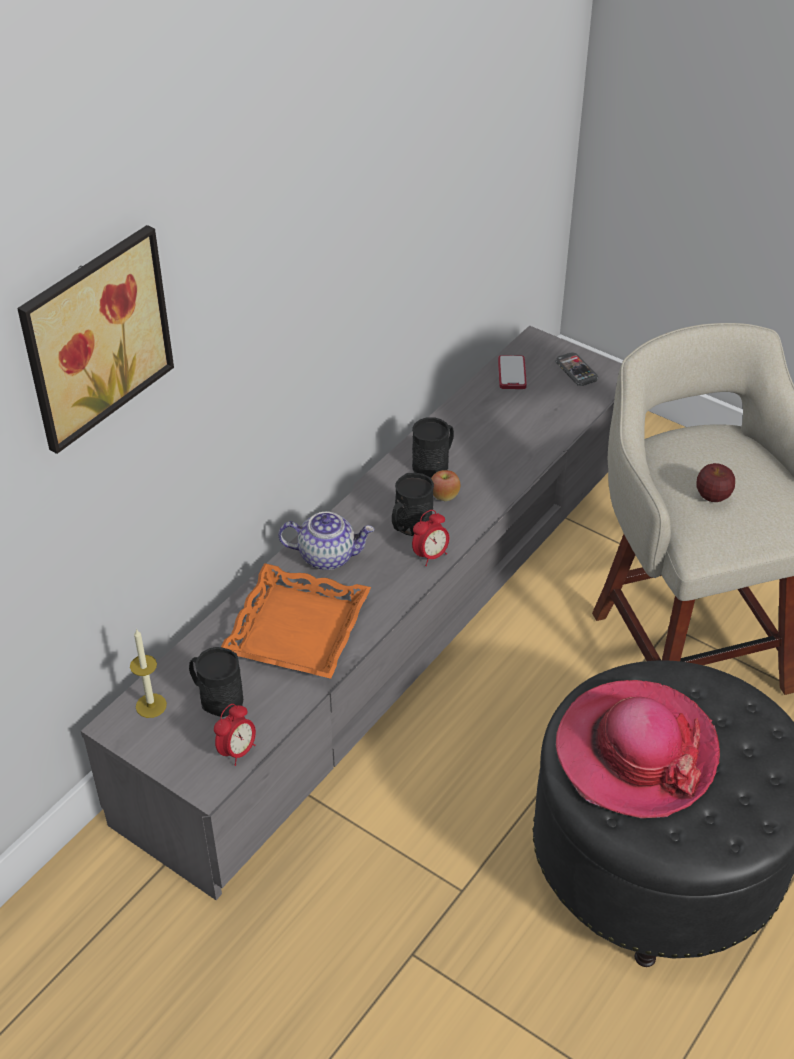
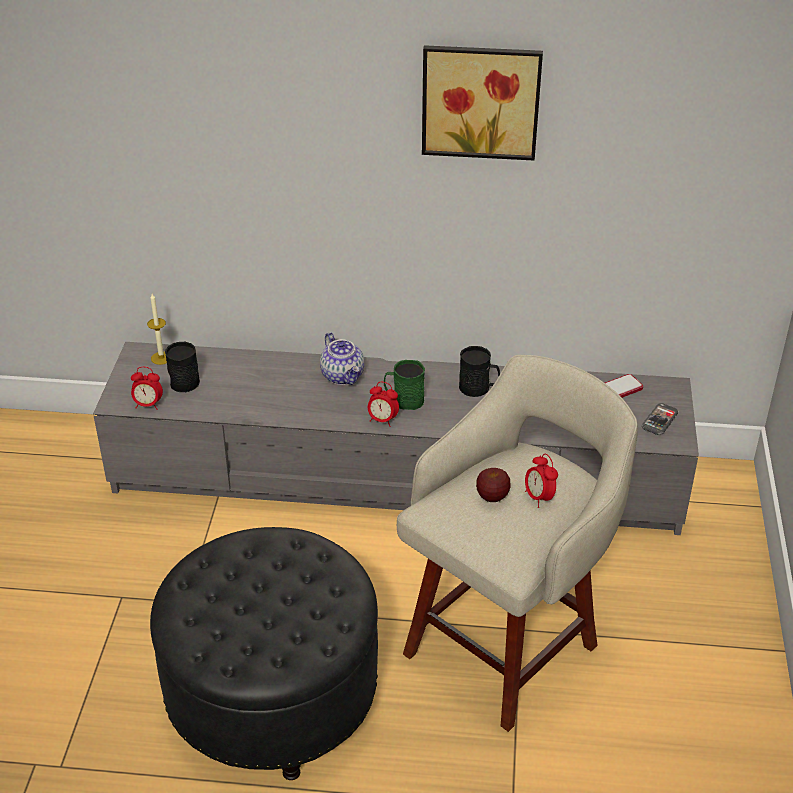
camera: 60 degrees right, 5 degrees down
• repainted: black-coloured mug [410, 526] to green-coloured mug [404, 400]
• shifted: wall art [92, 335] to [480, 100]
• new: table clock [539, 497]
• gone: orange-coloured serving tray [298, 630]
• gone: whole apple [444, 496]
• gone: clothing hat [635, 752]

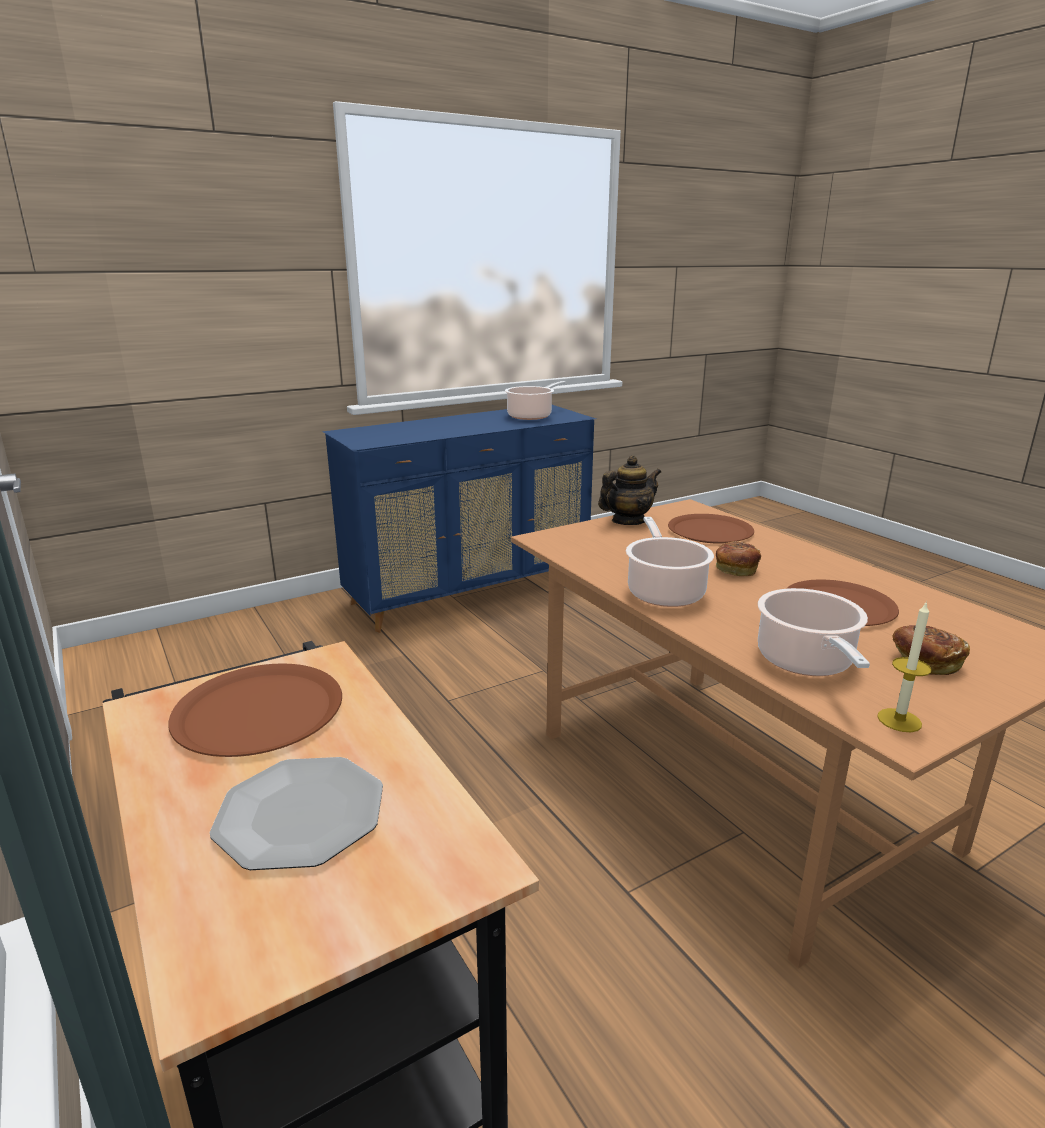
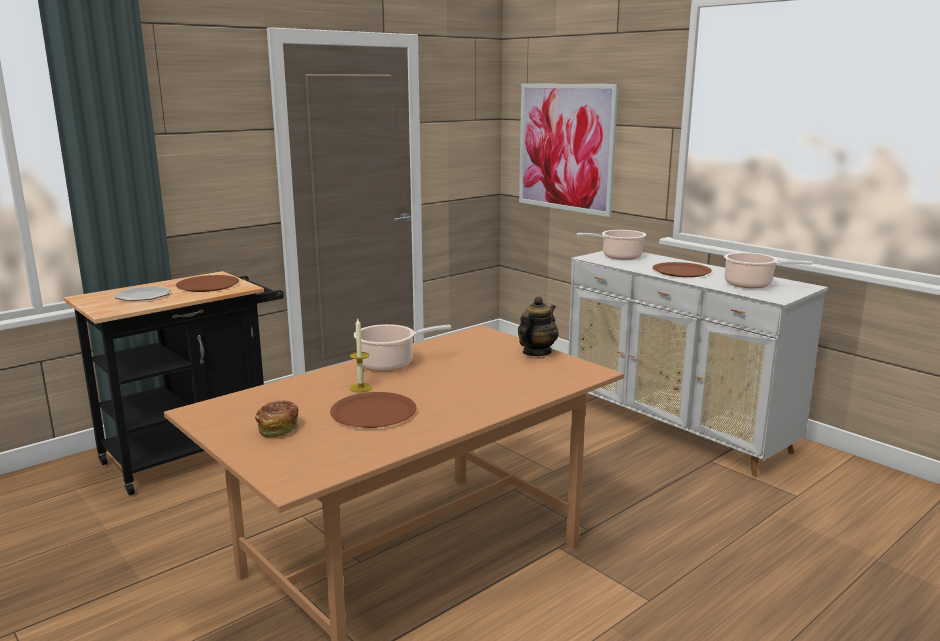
camera: 80 degrees right, 5 degrees down
• shifted: wax candle [899, 720] to [360, 388]
• rotated: teapot [628, 521] = [536, 352] 105 degrees counterclockwise
• new: wall art [565, 147]
• repainted: blue cabinet [469, 591] to white-coloured cabinet [675, 427]
• shifted: stockpot [806, 662] to [619, 256]
• shifted: brown-coloured dinner plate [710, 530] to [681, 271]
• gone: bread [735, 570]

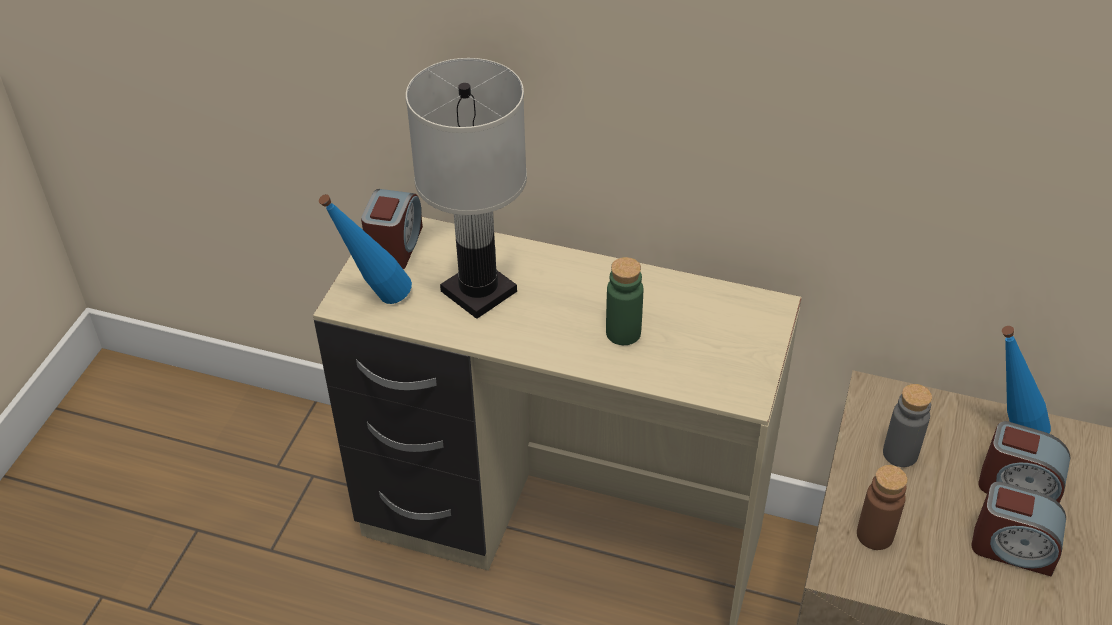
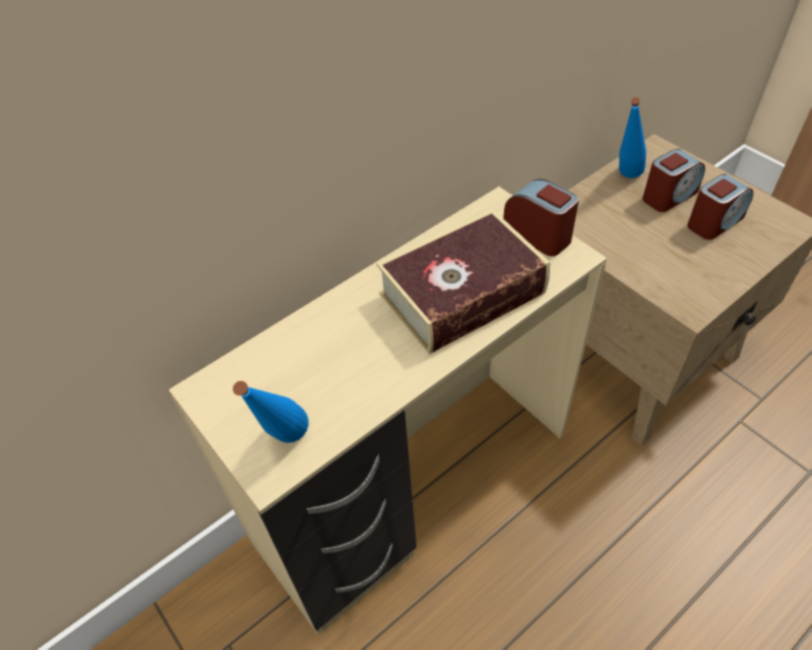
camera: 55 degrees left, 5 degrees up
• swapped: green-coloured drink bottle [623, 333] to bound book [462, 294]
• shifted: table clock [395, 247] to [538, 234]
• gone: white-coloured tabletop lamp [479, 290]
• gone: brown-coloured drink bottle [875, 535]
• gone: grey drink bottle [900, 453]

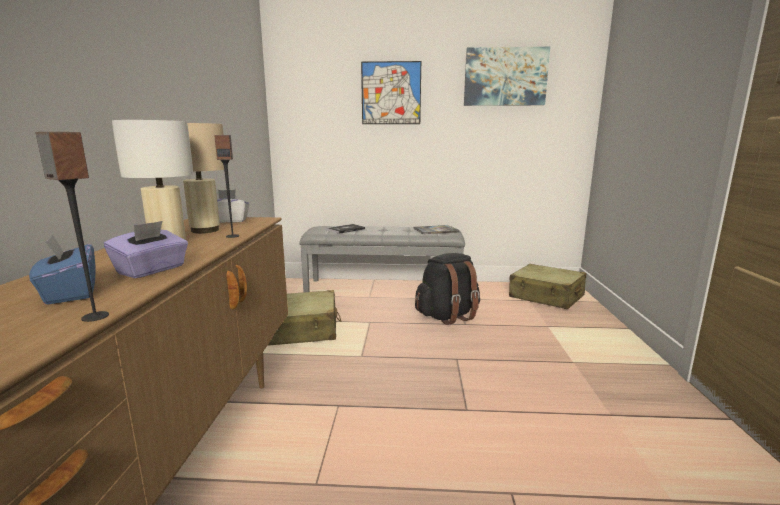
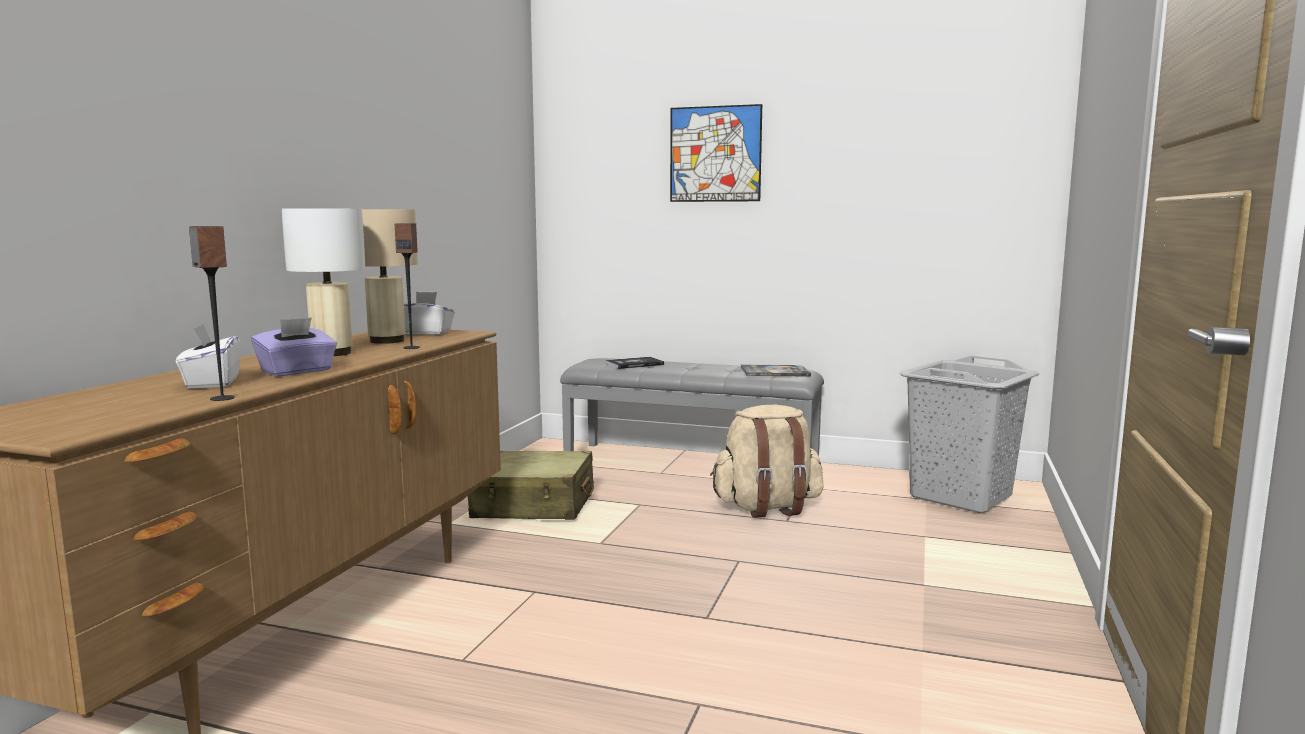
camera: 15 degrees right, 5 degrees down
• repainted: blue tissue box [70, 293] to white-coloured tissue box [212, 383]
• repainted: black-coloured knapsack [448, 316] to beige-coloured knapsack [767, 508]
• swapped: beige-coloured travel case [546, 297] to grey laundry basket [961, 497]
• gone: wall art [505, 77]

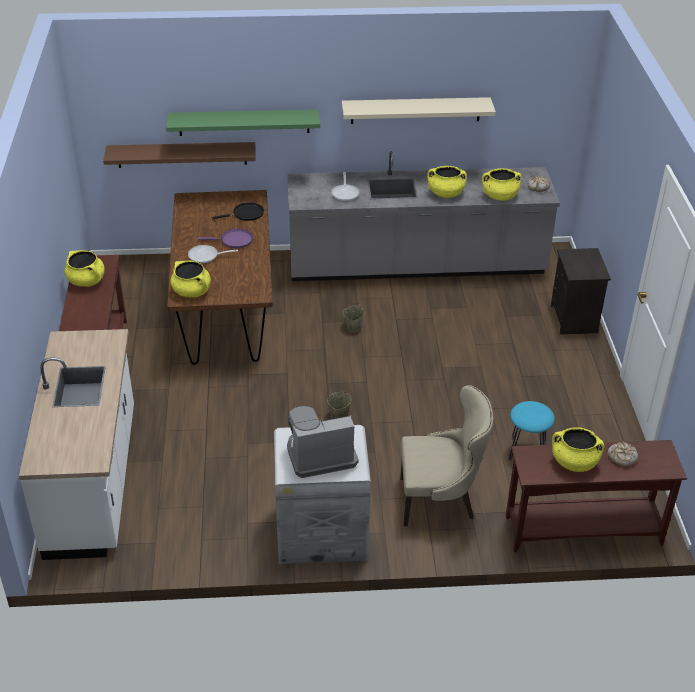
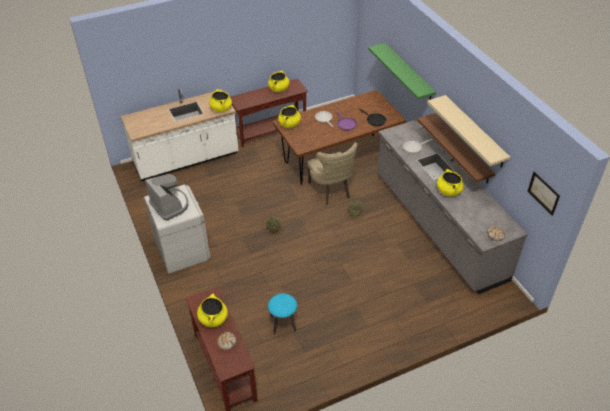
camera: 70 degrees right, 5 degrees up
• shifted: yellow stockpot [499, 196] to [221, 108]
• shifted: beige-coloured upright chair [440, 501] to [331, 190]
• shifted: brown-coloured bracket shelf [182, 154] to [462, 148]
• new: wall art [543, 193]
• gone: black-coloured nightstand [575, 319]

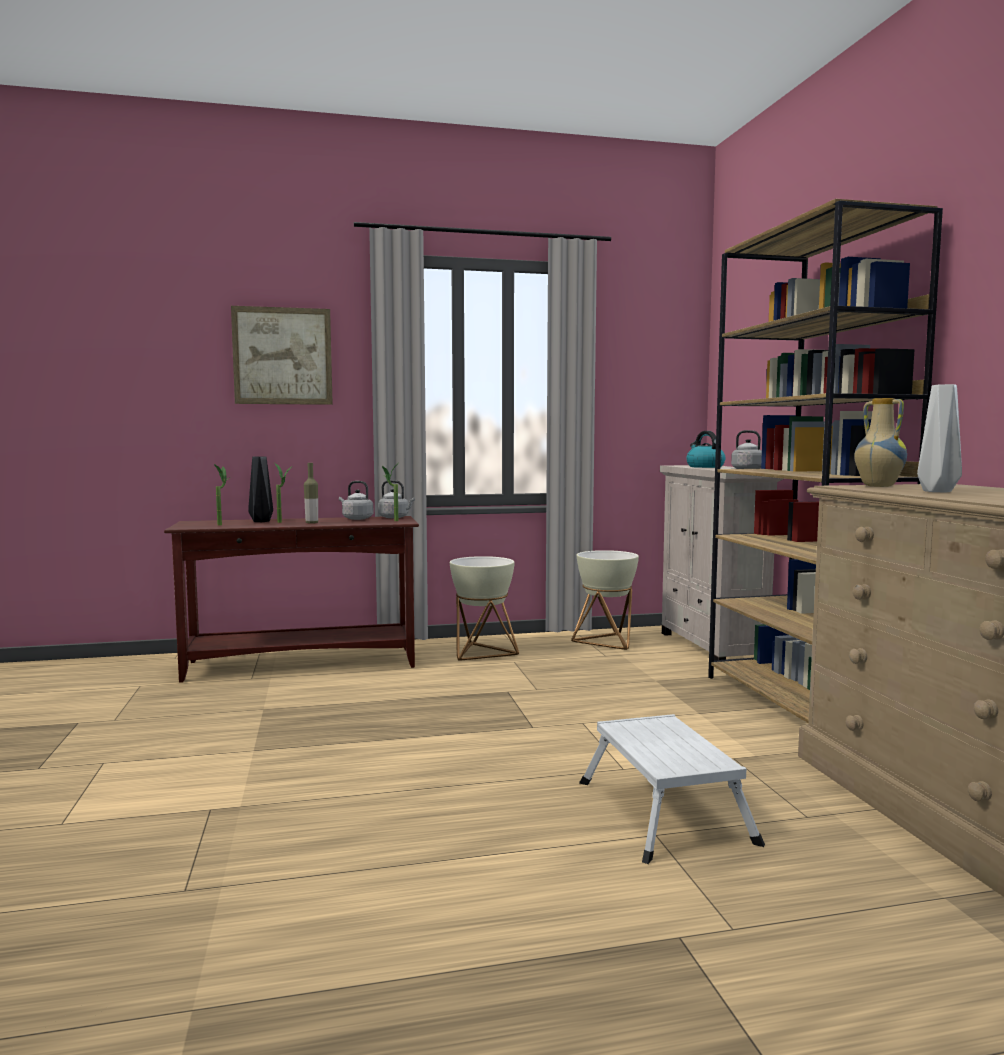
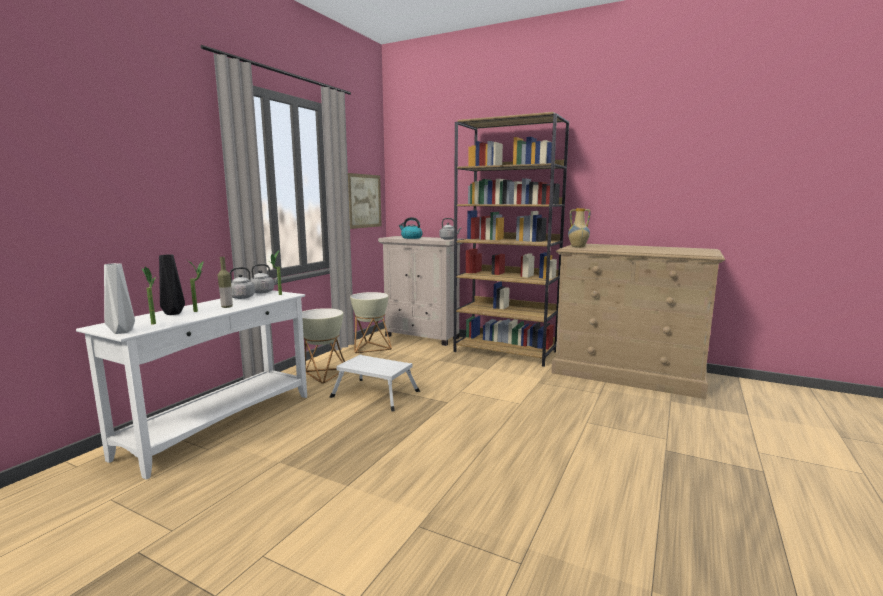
camera: 50 degrees left, 5 degrees up
• repainted: brown-coloured narrow table [302, 664] to white-coloured narrow table [220, 424]
• shifted: grey vase [939, 491] to [123, 331]
• shifted: white-coloured step stool [663, 811] to [375, 394]
• shifted: wall art [282, 356] to [364, 201]

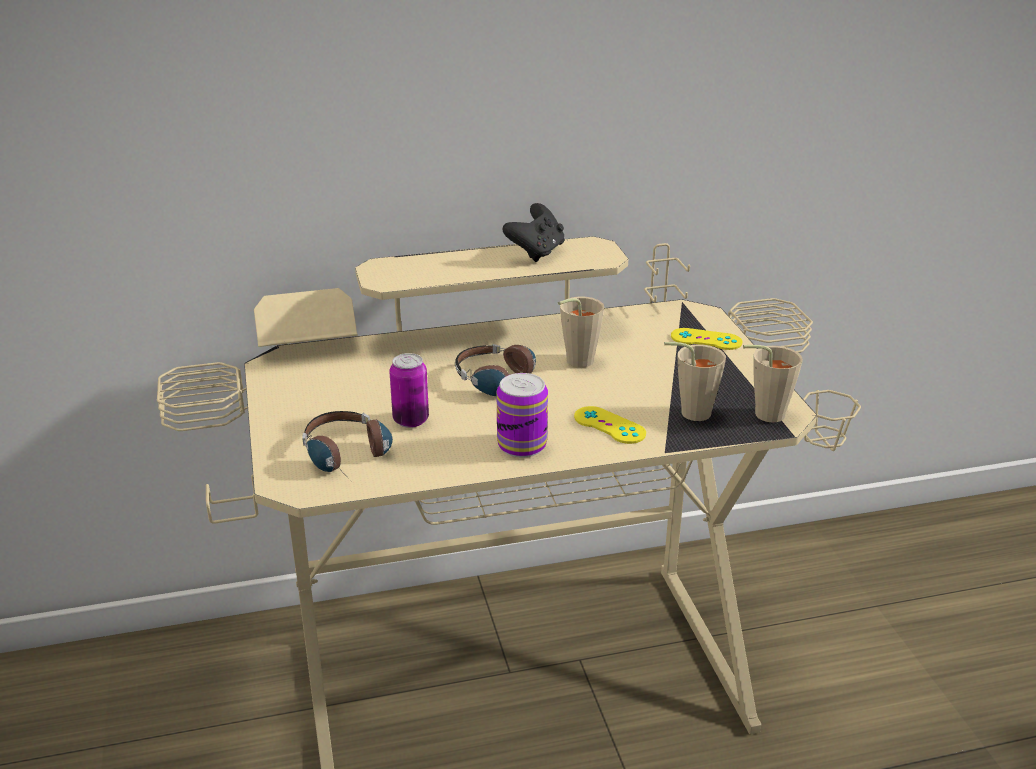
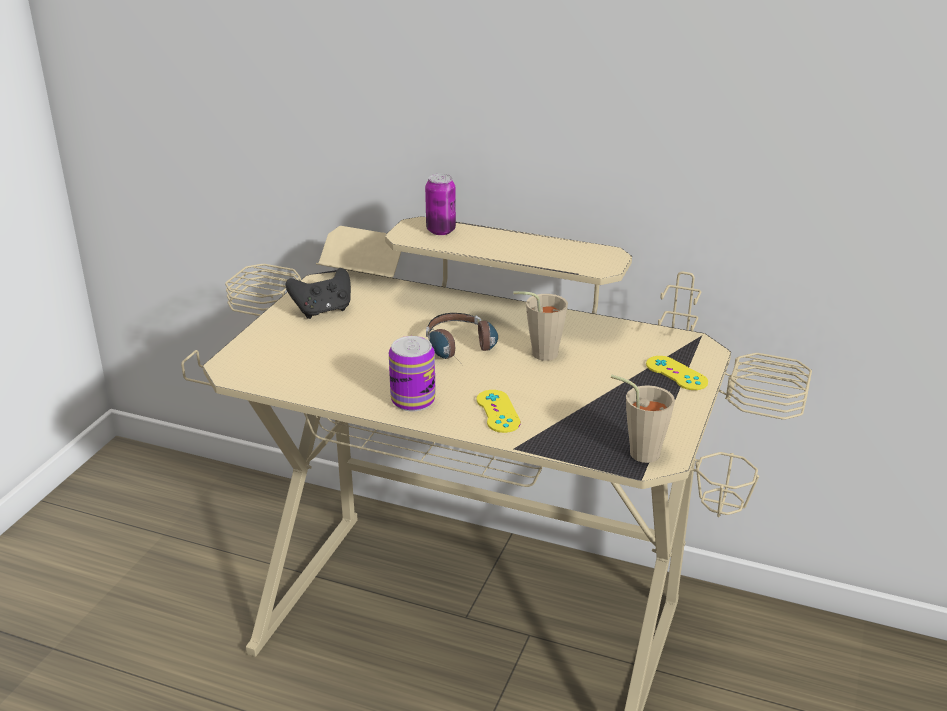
camera: 35 degrees right, 0 degrees up
• shifted: black-coloured joypad [536, 252] to [323, 311]
• shifted: can [411, 420] to [441, 230]
• gone: headset [351, 458]
• gone: beige-coloured drinking cup [688, 413]

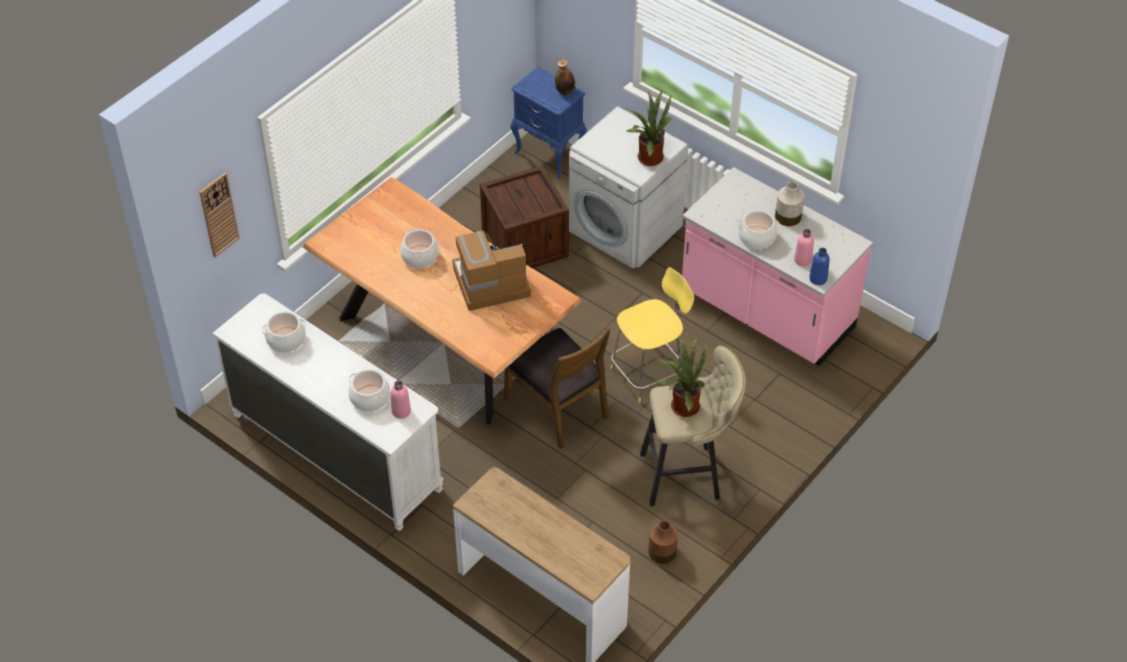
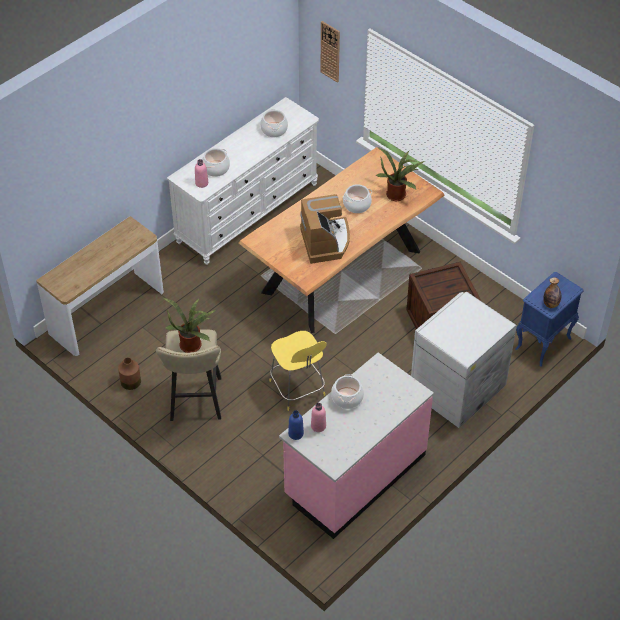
camera: 95 degrees right, 0 degrees up
• shifted: plant in a pot [648, 157] to [397, 194]
• gone: brown-coloured upright chair [558, 407]
• gone: beige-coloured vase [788, 216]

